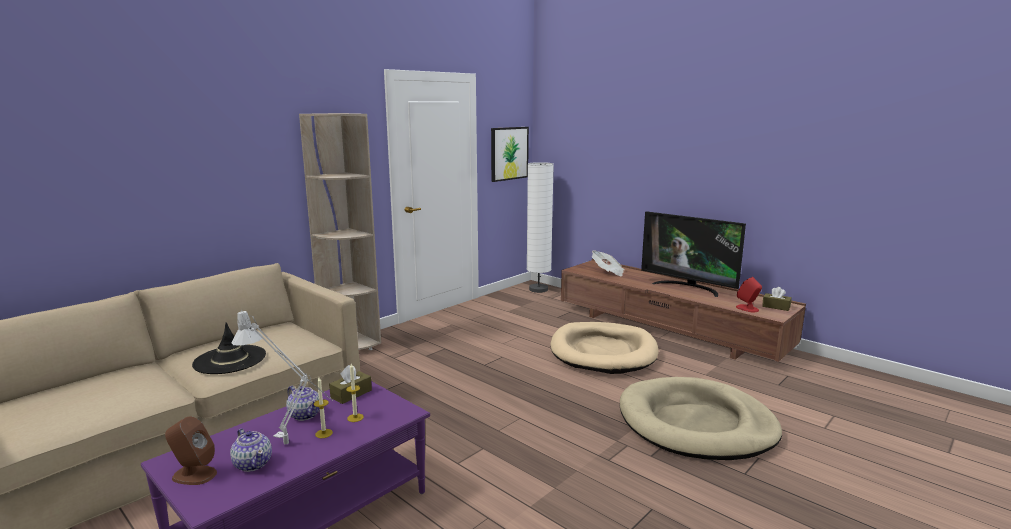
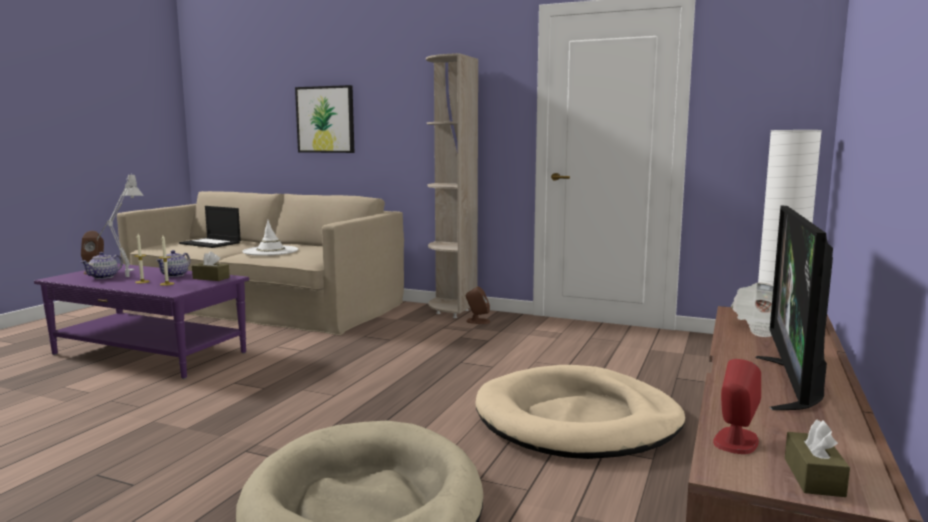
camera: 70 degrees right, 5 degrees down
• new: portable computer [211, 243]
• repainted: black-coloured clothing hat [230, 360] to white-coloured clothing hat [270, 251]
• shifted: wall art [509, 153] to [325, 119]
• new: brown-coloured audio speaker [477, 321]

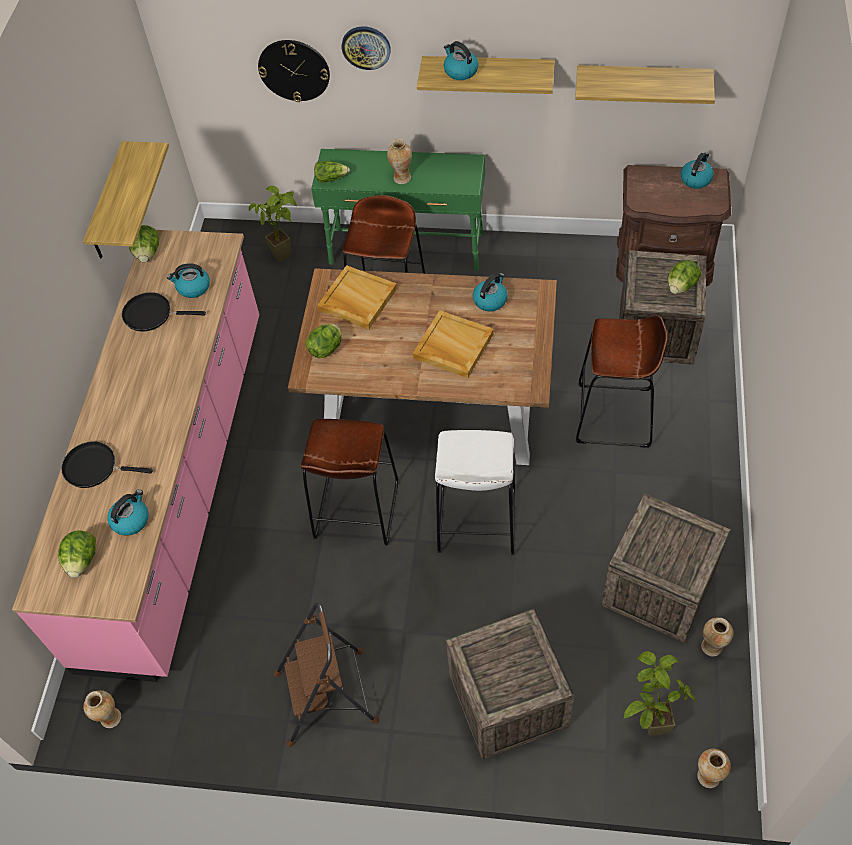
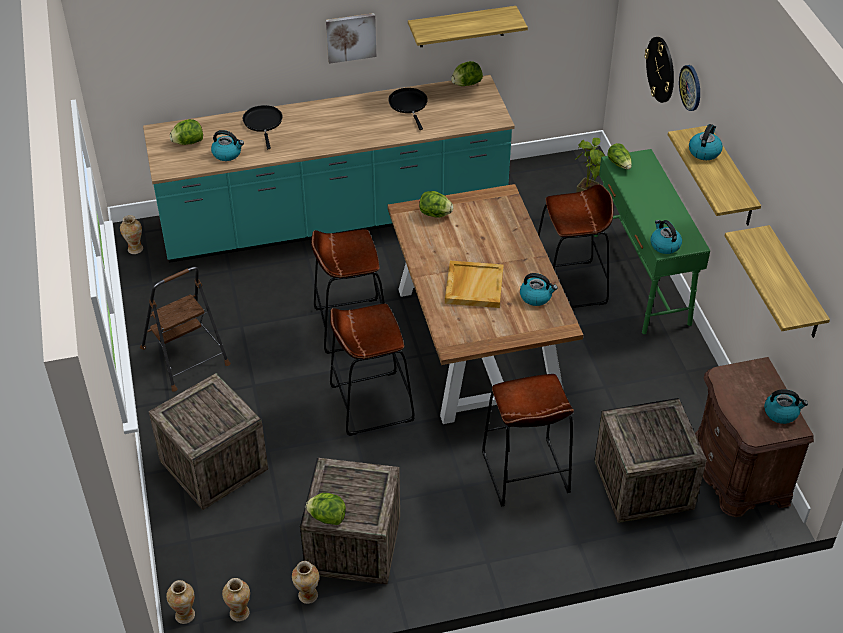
camera: 65 degrees right, 10 degrees down
• repainted: pink kitchen base unit [178, 482] to turquoise-coloured kitchen base unit [334, 218]
• shifted: vase [401, 178] to [239, 612]
• shifted: lettuce head [681, 286] to [327, 517]
• new: wall art [351, 37]
• repainted: white-coloured stool [476, 521] to brown-coloured stool [371, 403]
• shifted: tea kettle [193, 287] to [664, 245]
• gone: beige-coloured serving tray [357, 299]
• gone: plant in a pot [646, 725]

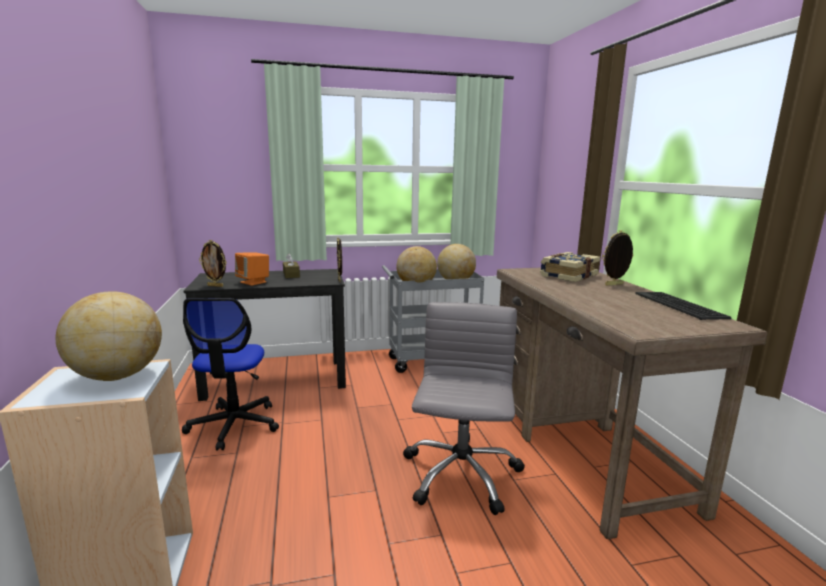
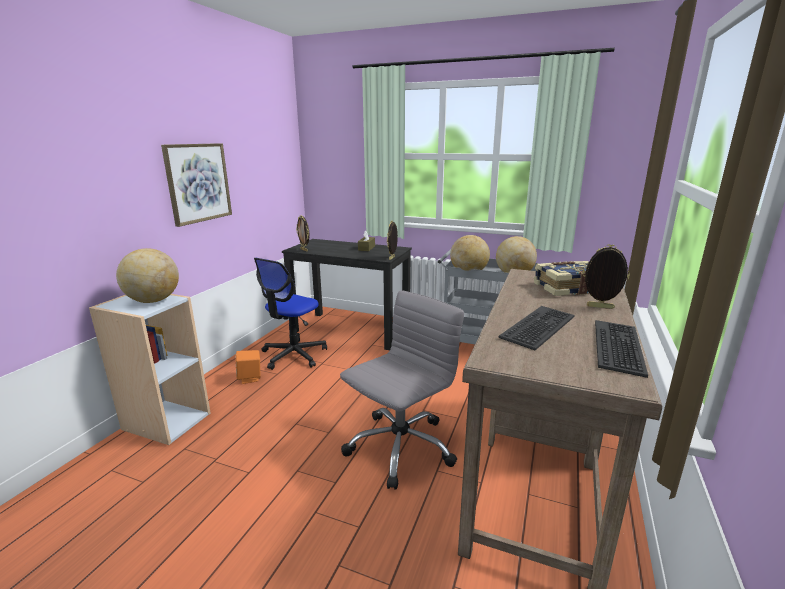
camera: 35 degrees right, 5 degrees up
• new: wall art [198, 183]
• shifted: orange-coloured audio speaker [253, 282] to [250, 378]
• new: PC keyboard [539, 327]

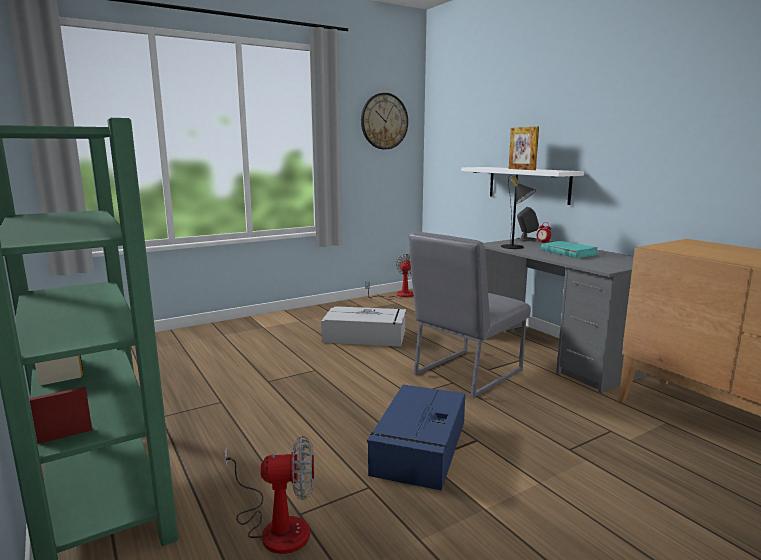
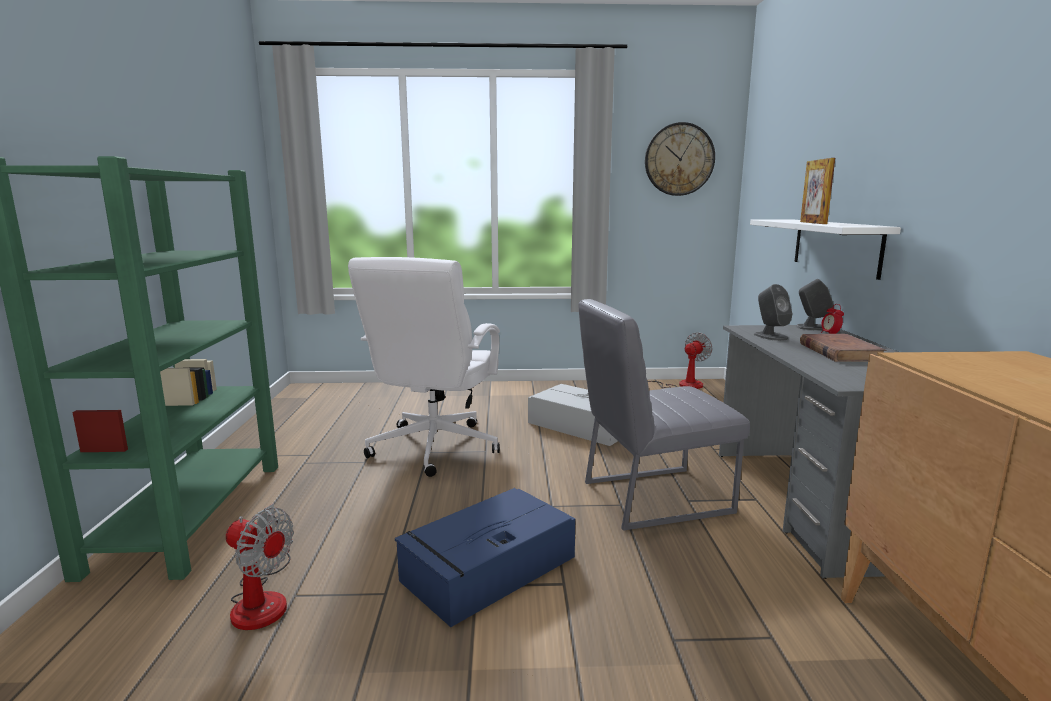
camera: 30 degrees right, 0 degrees up
• new: white-coloured computer chair [435, 446]
• swapped: black-coloured tabletop lamp [515, 247] to grey audio speaker [770, 336]
• repainted: turquoise-coloured bound book [568, 252] to brown-coloured bound book [839, 352]

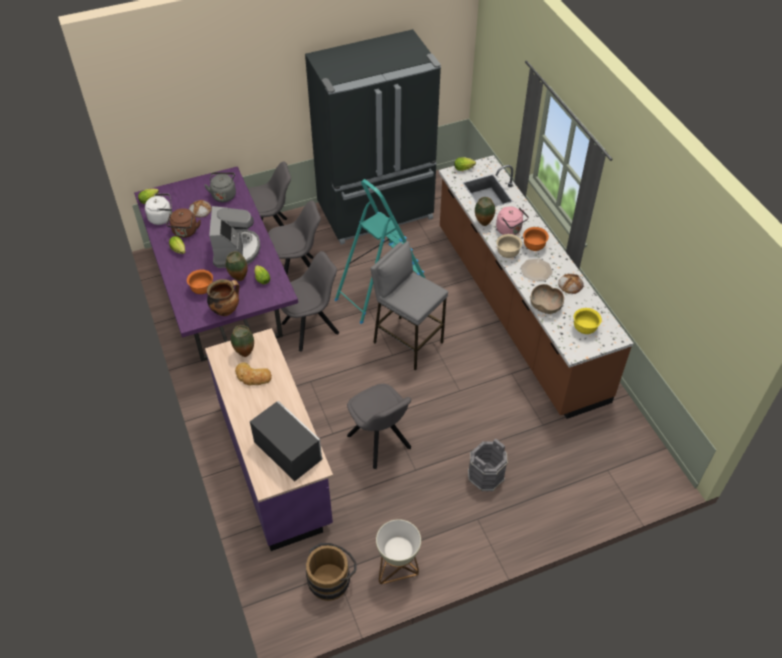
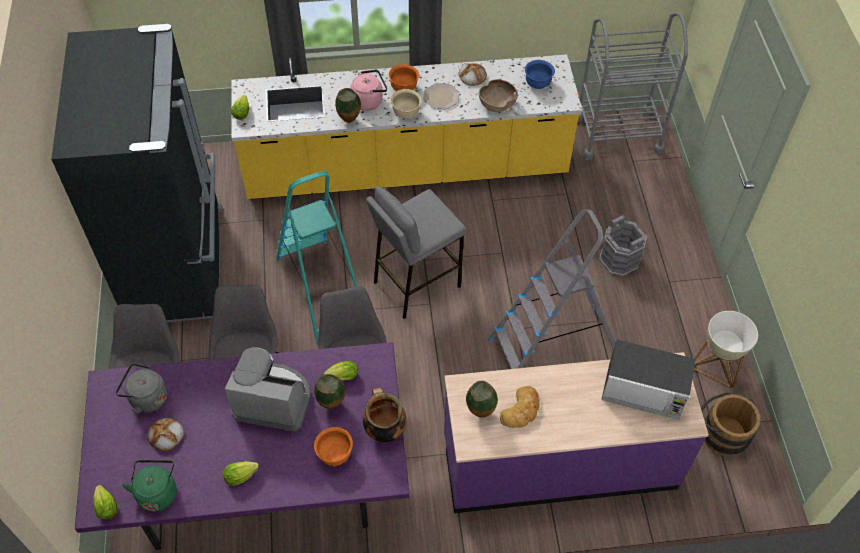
camera: 75 degrees left, 5 degrees up
• repainted: white-coloured tea kettle [162, 217] to green-coloured tea kettle [157, 491]
• repainted: brown-coloured kitchen base unit [517, 311] to yellow kitchen base unit [406, 169]
• swapped: grey upright chair [379, 441] to grey step stool [552, 346]
• repainted: yellow bowl [584, 329] to blue bowl [538, 84]
• new: grey trolley [617, 134]
• rotated: microwave oven [287, 451] = [644, 391] 135 degrees counterclockwise
• gone: brown-coloured tea kettle [185, 232]

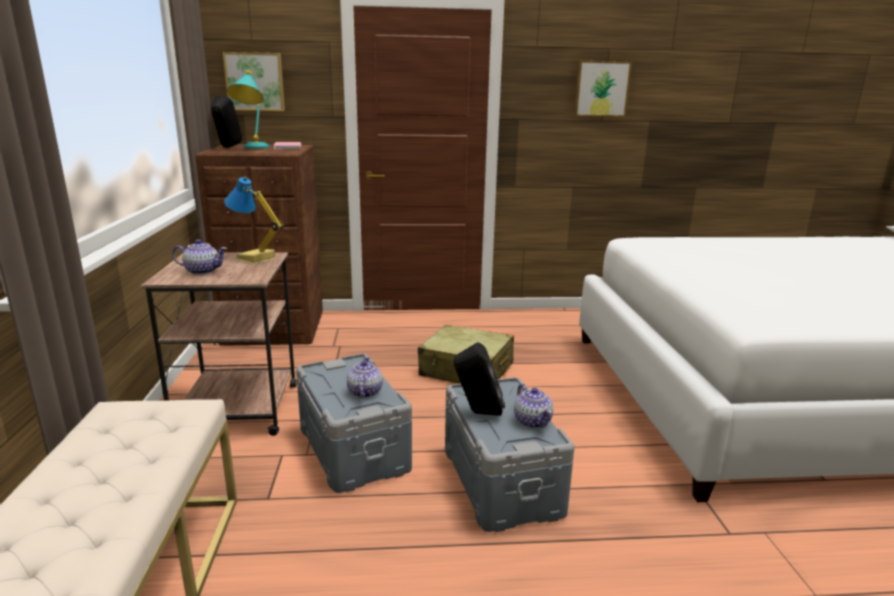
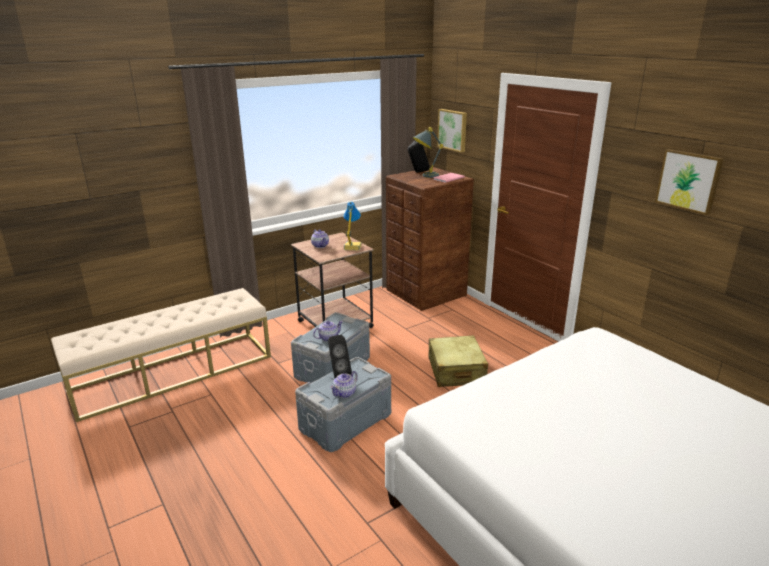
camera: 60 degrees right, 5 degrees up
• repainted: turquoise-coloured tabletop lamp [252, 148] to grey tabletop lamp [425, 176]

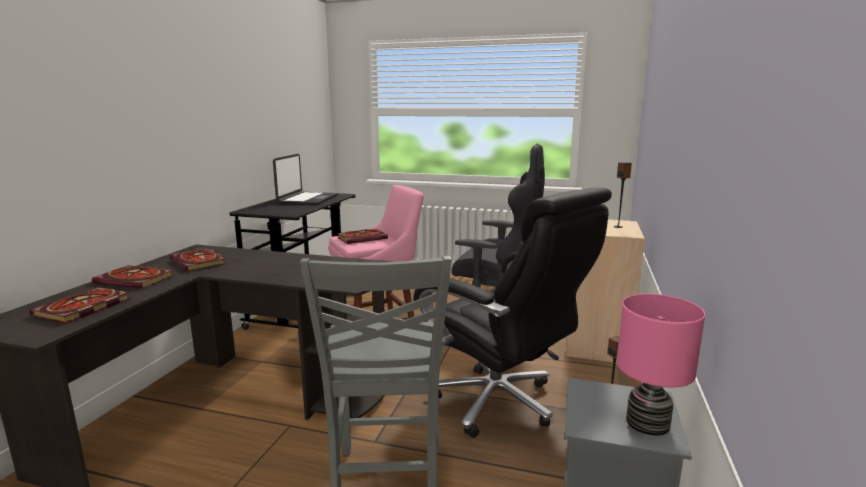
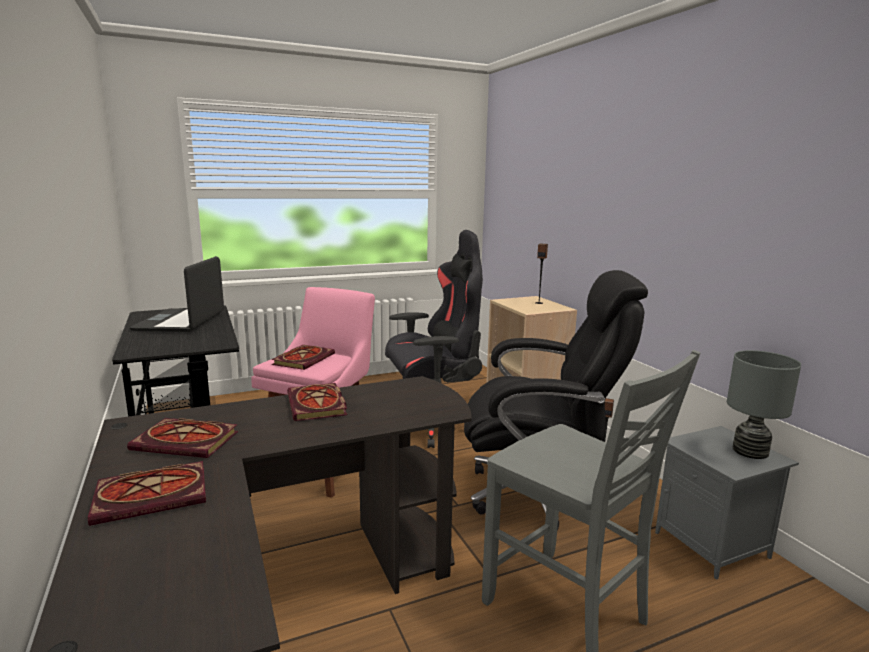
camera: 40 degrees left, 0 degrees up
• rotated: portable computer [307, 199] = [182, 322] 150 degrees counterclockwise
• shifted: bound book [82, 308] to [318, 405]
• repainted: pink tabletop lamp [647, 423] to grey tabletop lamp [750, 451]

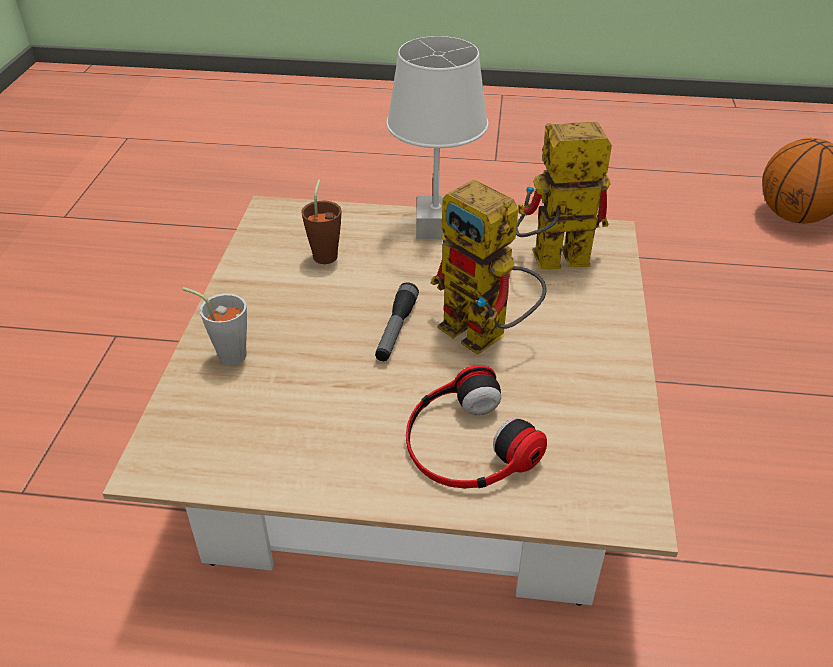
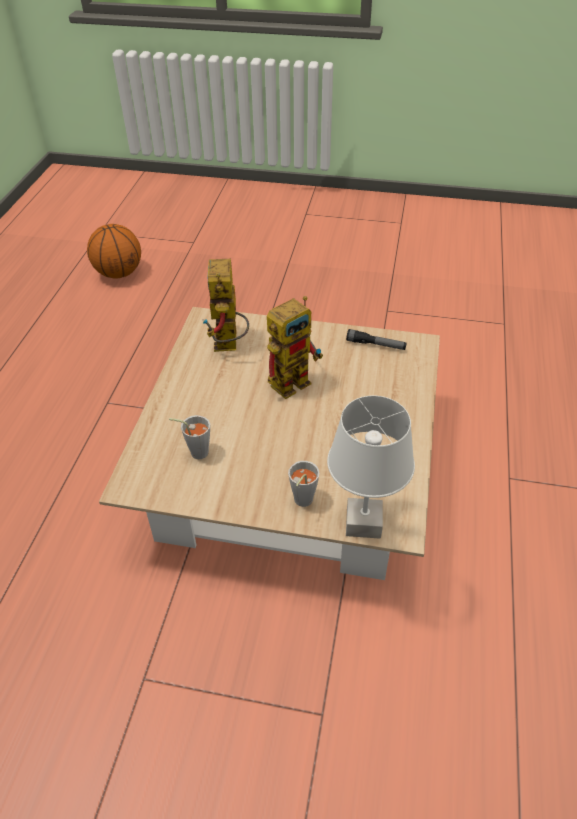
camera: 85 degrees left, 5 degrees up
• repainted: brown-coloured drinking cup [326, 253] to grey drinking cup [195, 452]
• shifted: white-coloured tabletop lamp [434, 227] to [362, 524]
• shifted: flashlight [396, 330] to [376, 345]
• gone: headset [466, 443]

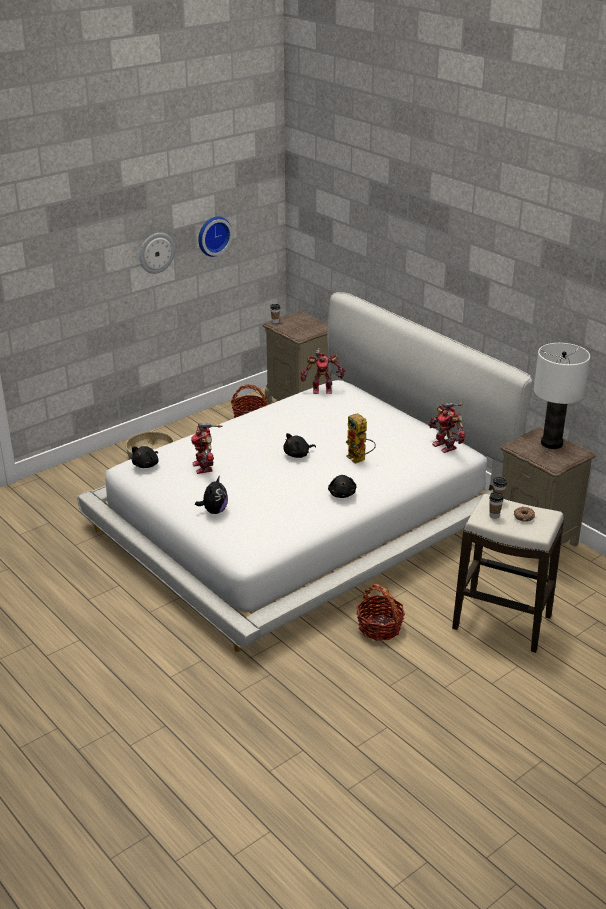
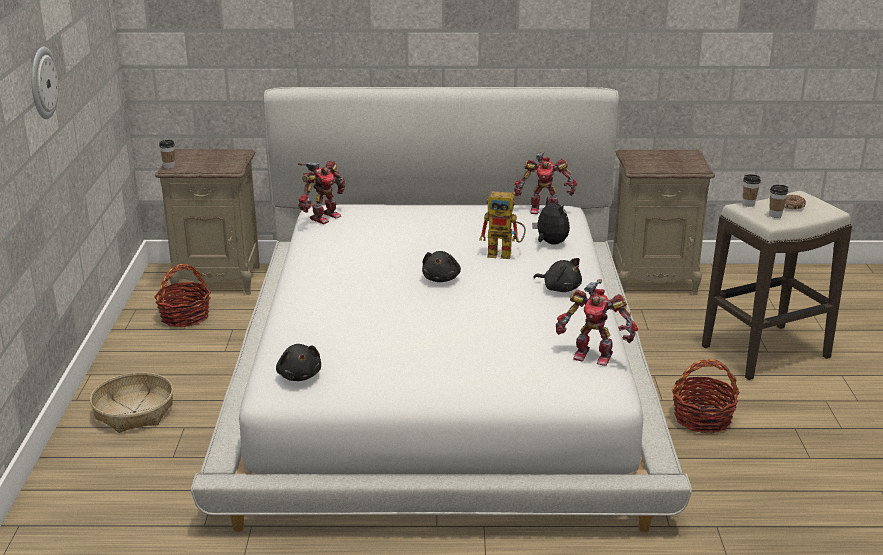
camera: 50 degrees left, 5 degrees down
• shifted: plush toy [214, 511] to [550, 243]
• shifted: model robot [204, 467] to [593, 355]
• gone: hanging clock [213, 235]
• gone: white-coloured tabletop lamp [551, 443]

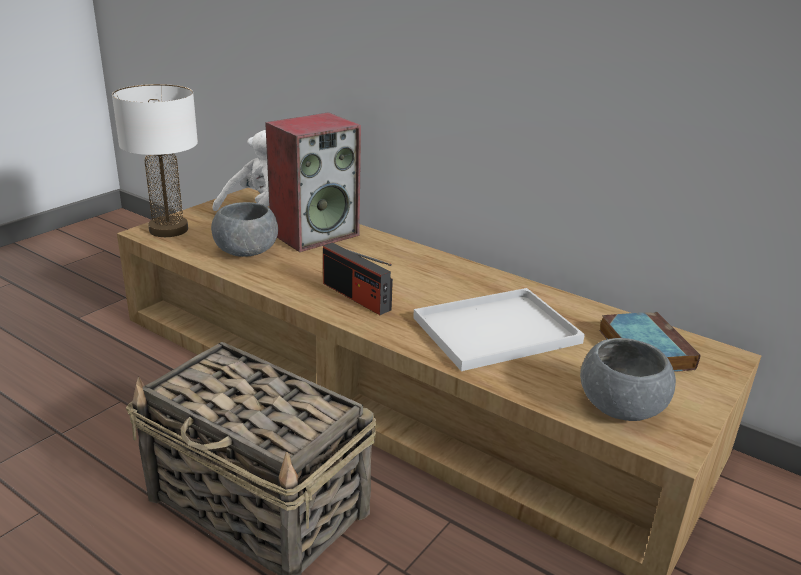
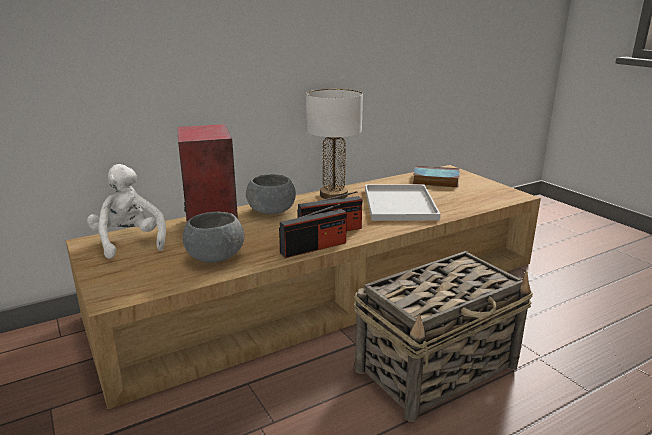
camera: 65 degrees left, 5 degrees down
• shifted: grey bowl [620, 407] to [271, 211]
• new: radio receiver [314, 248]
• shifted: tabletop lamp [169, 229] to [333, 195]

